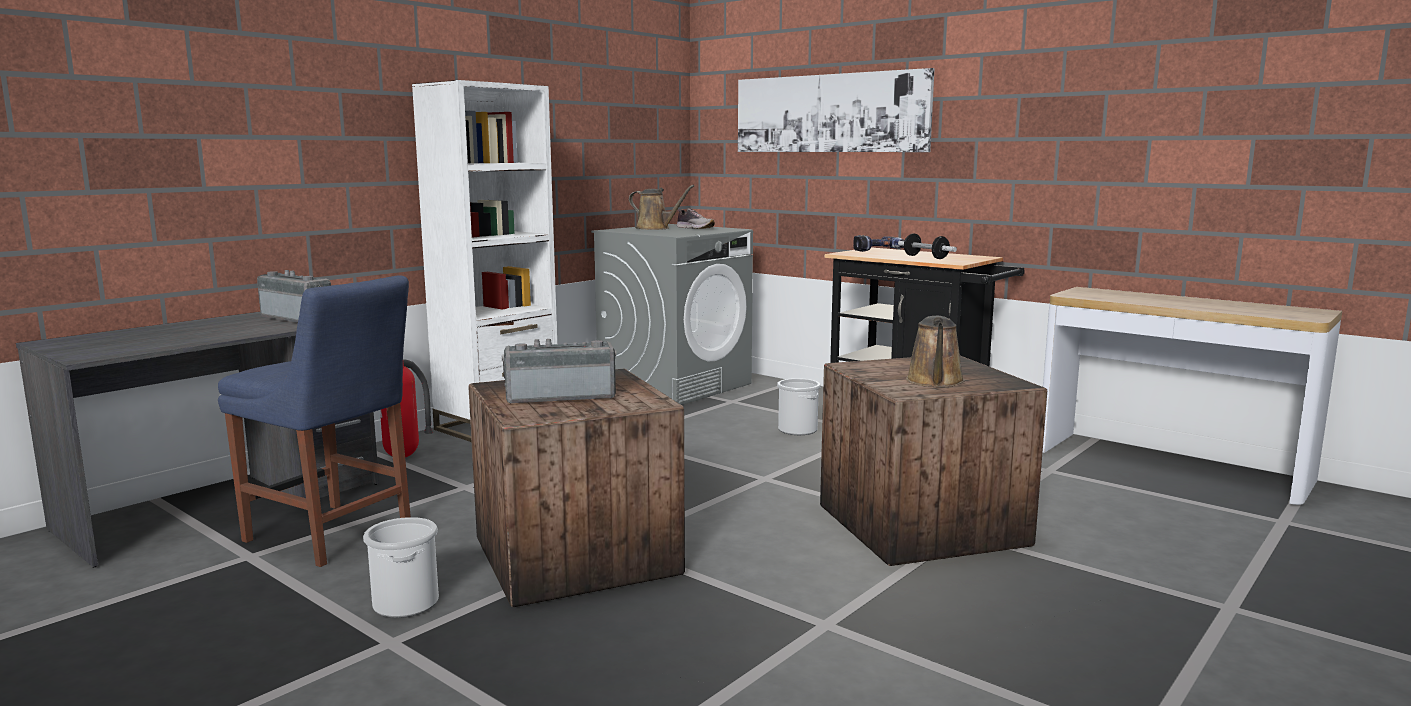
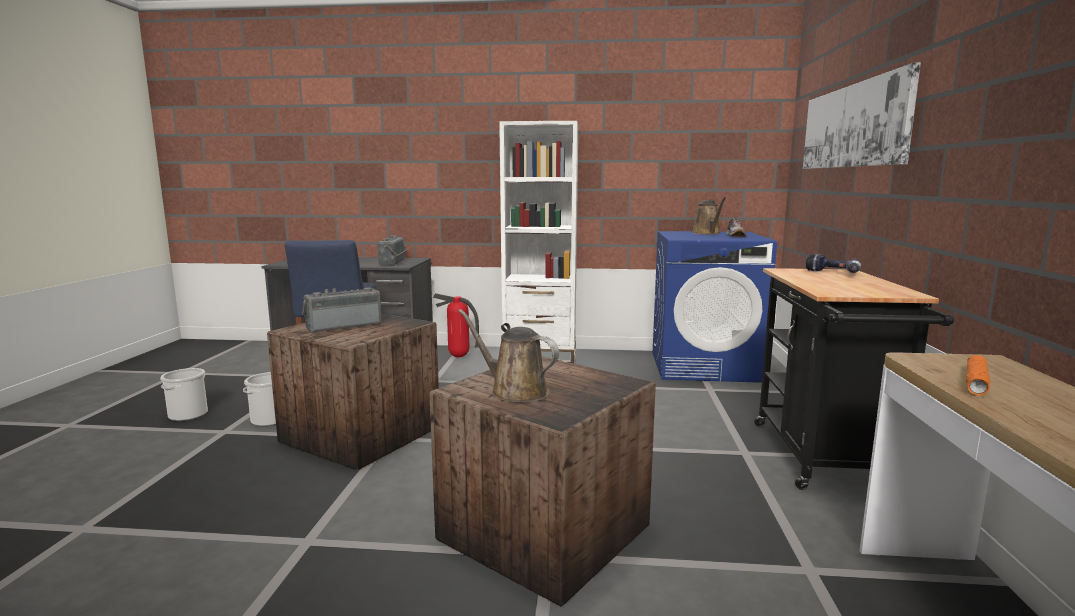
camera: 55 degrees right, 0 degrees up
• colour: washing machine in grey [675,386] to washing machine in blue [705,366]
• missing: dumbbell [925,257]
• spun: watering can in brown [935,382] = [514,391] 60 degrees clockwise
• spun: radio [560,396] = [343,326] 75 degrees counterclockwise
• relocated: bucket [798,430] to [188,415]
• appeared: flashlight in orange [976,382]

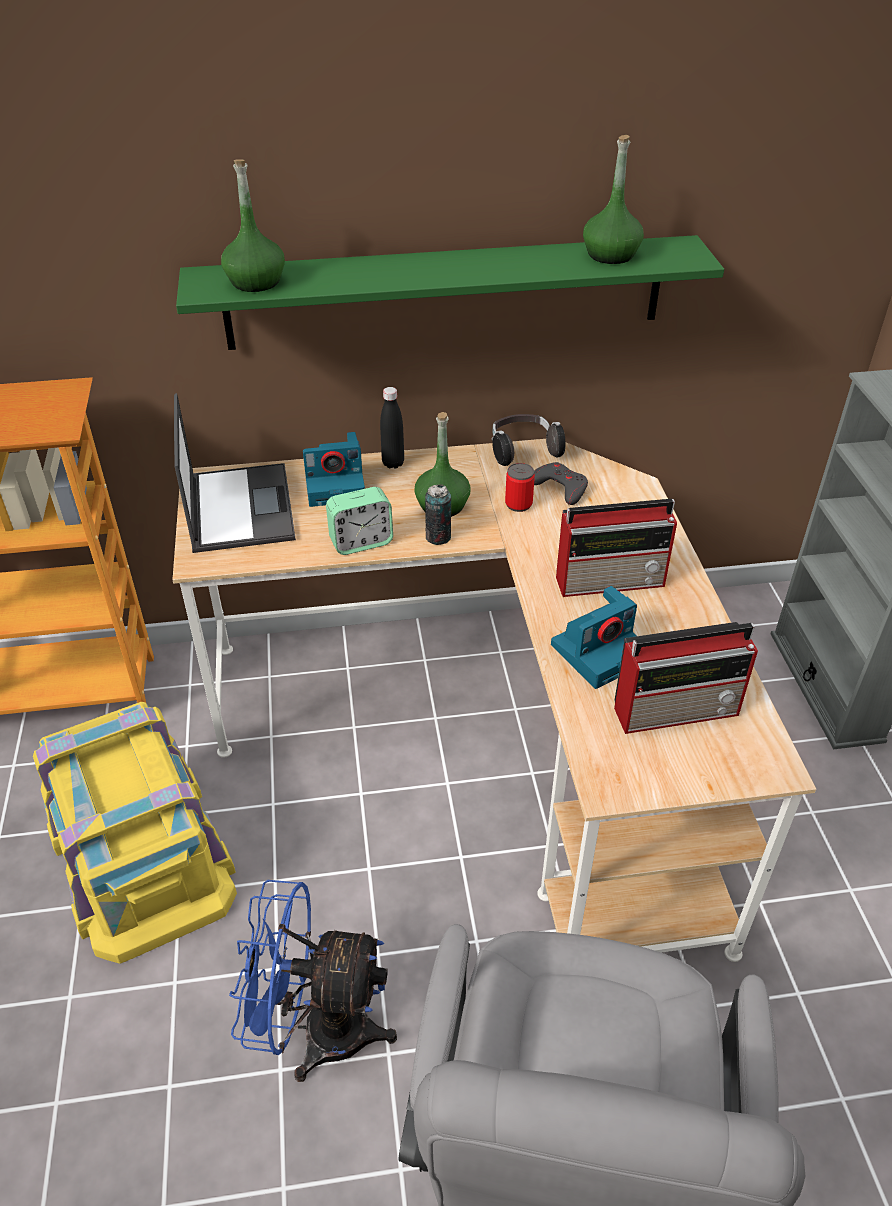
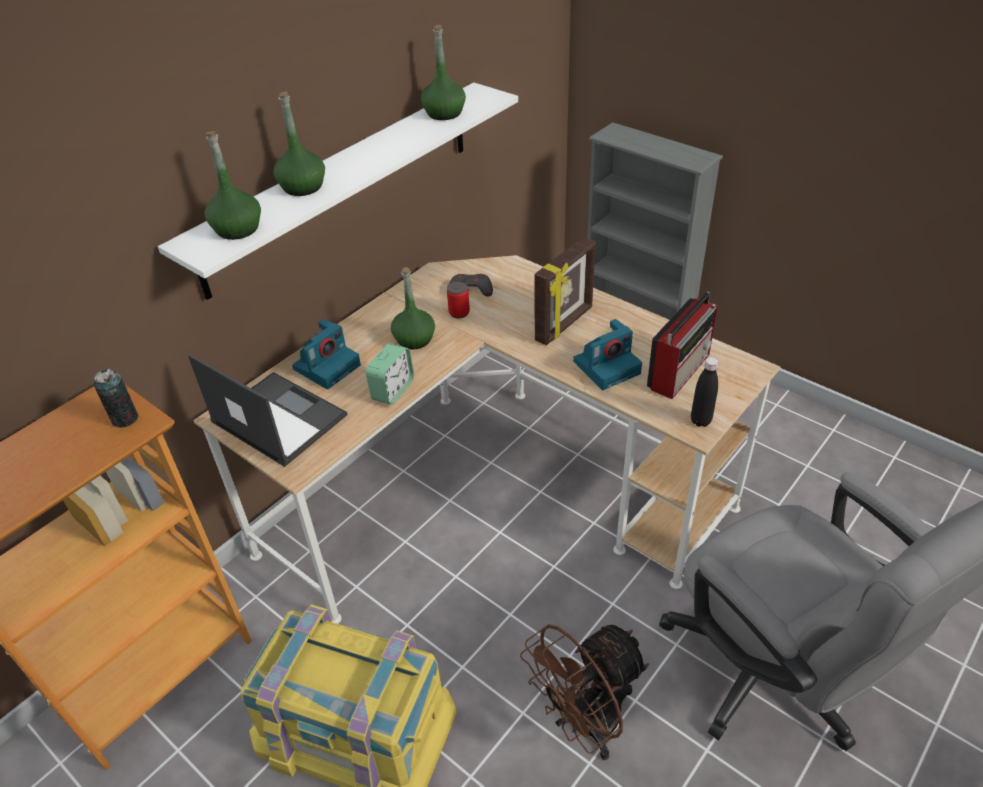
camera: 40 degrees left, 0 degrees up
• colour: shelf in green [445,293] to shelf in white [342,185]
• relocated: bottle in black [393,463] to [700,420]
• missing: headphones [523,450]
• relocated: can [438,537] to [125,419]
• exchanged: radio [612,580] to picture frame [565,324]
• spun: photo camera [599,652] = [607,366] 45 degrees clockwise
• colour: fan in blue [318,1030] to fan in brown [585,723]
• appeared: bottle in green [302,187]

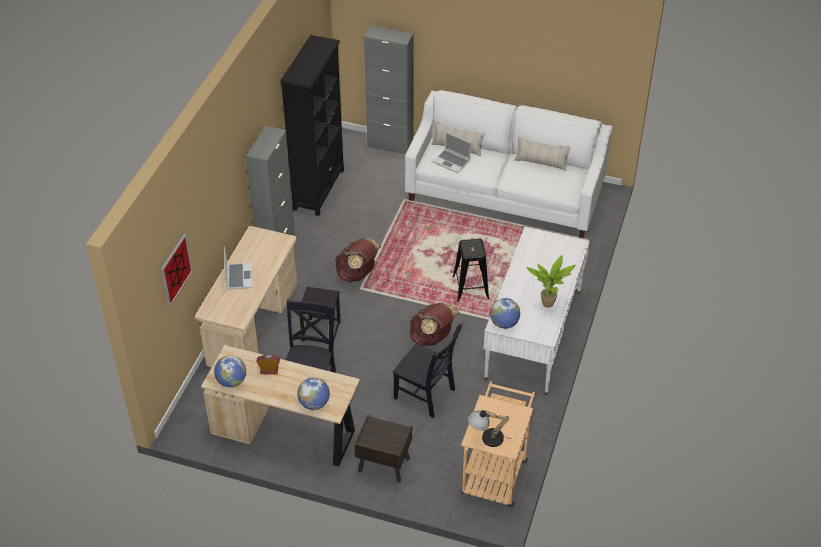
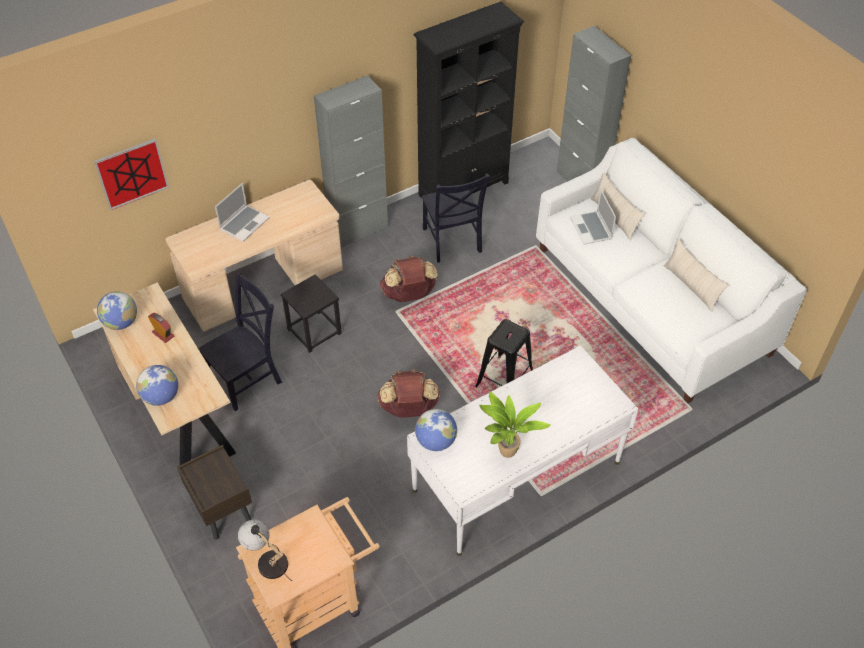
camera: 40 degrees right, 5 degrees up
• relocated: chair in black [426,395] to [452,242]

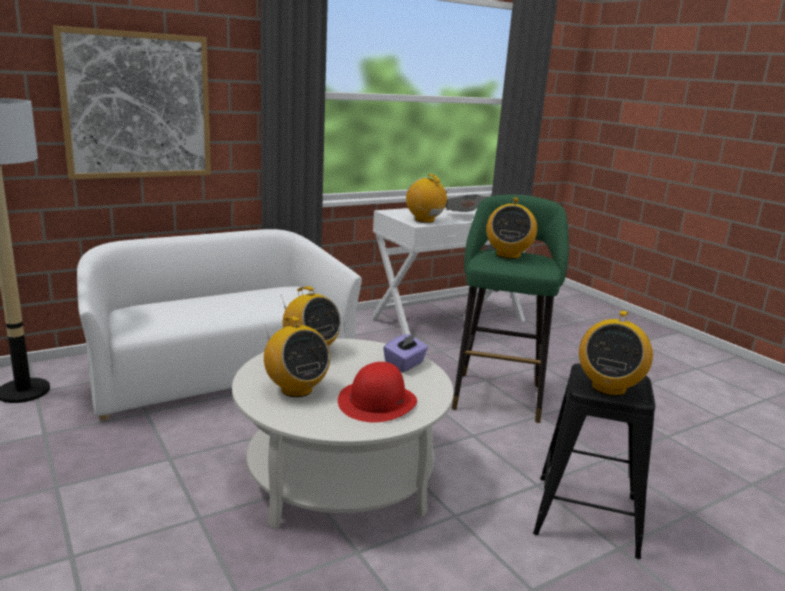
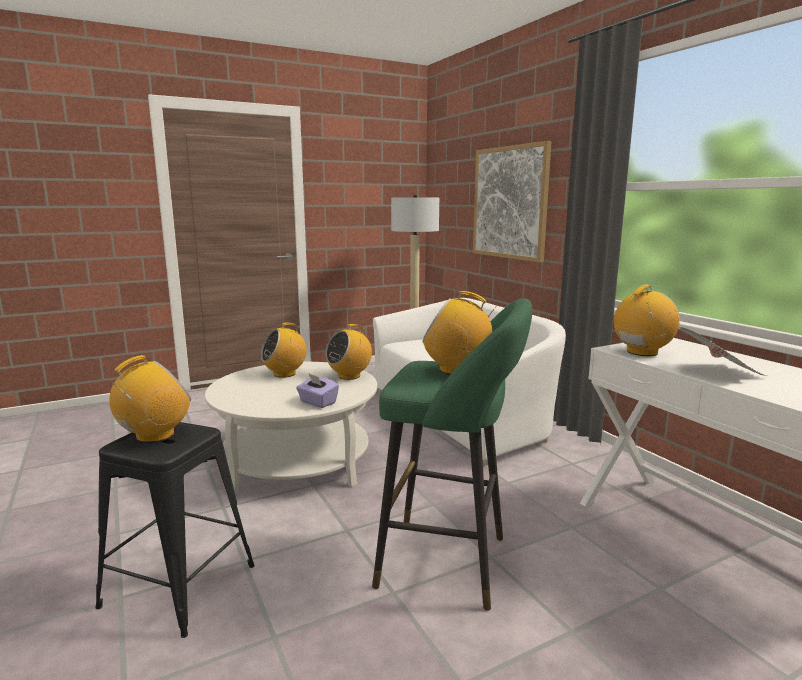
camera: 95 degrees right, 5 degrees down
• spun: radio [608,387] = [154,435] 105 degrees clockwise
• missing: hat in red [377,401]

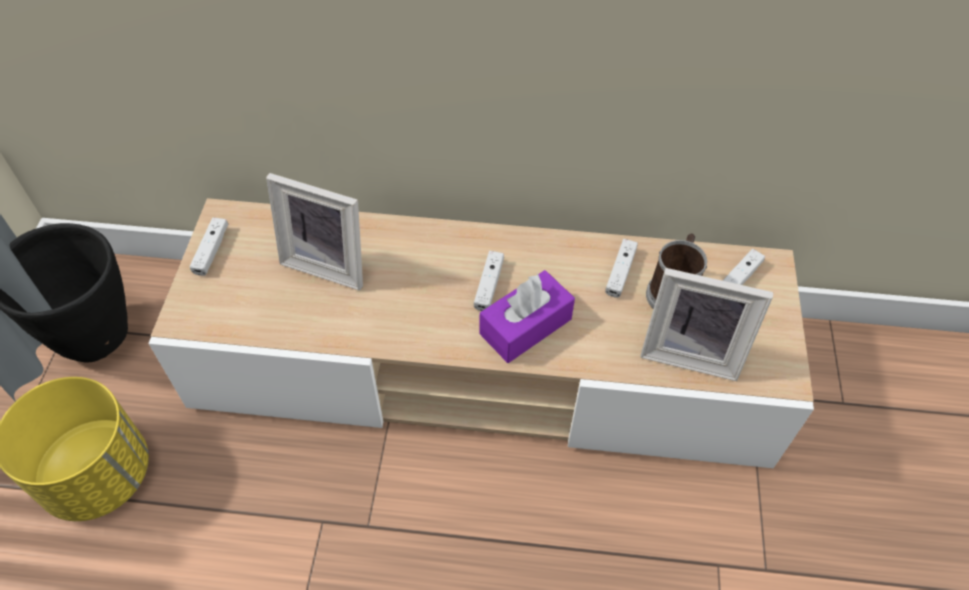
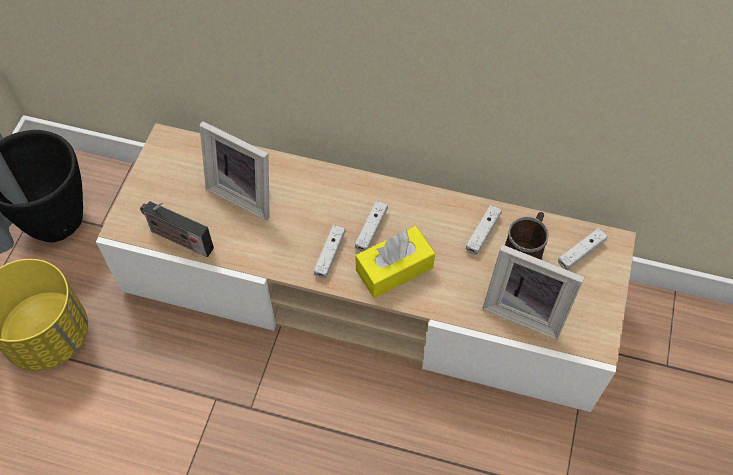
camera: 10 degrees right, 5 degrees up
• relocated: game controller in white [211,251] to [330,255]
• colour: tissue box in purple [525,326] to tissue box in yellow [394,269]
• appeared: radio [178,239]

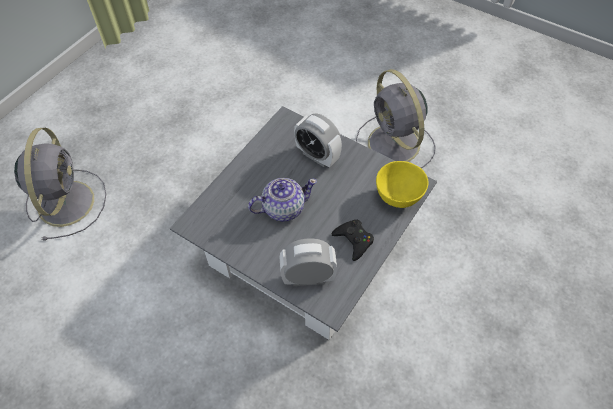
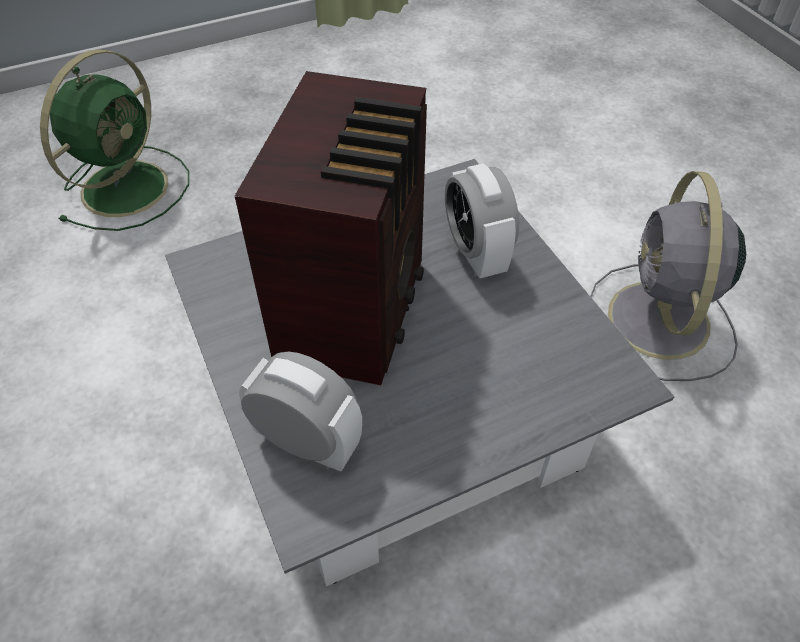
camera: 30 degrees right, 5 degrees down
• colour: fan in grey [66,201] to fan in green [127,186]
• missing: bowl in yellow [399,196]
• exchanged: teapot [283,208] to radio [356,308]
• missing: game controller in black [354,240]

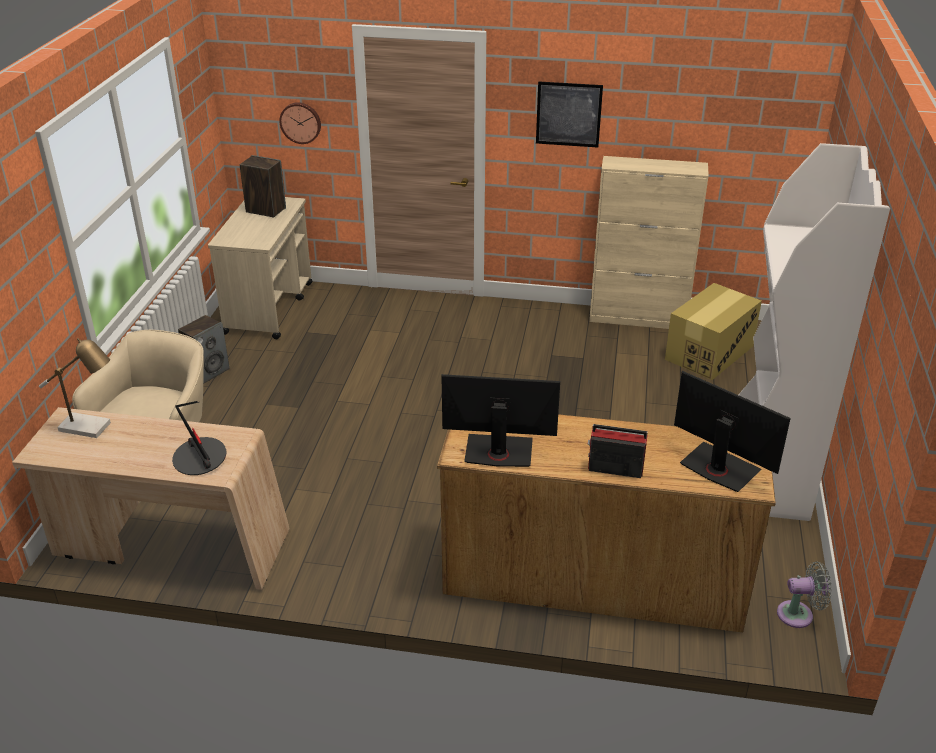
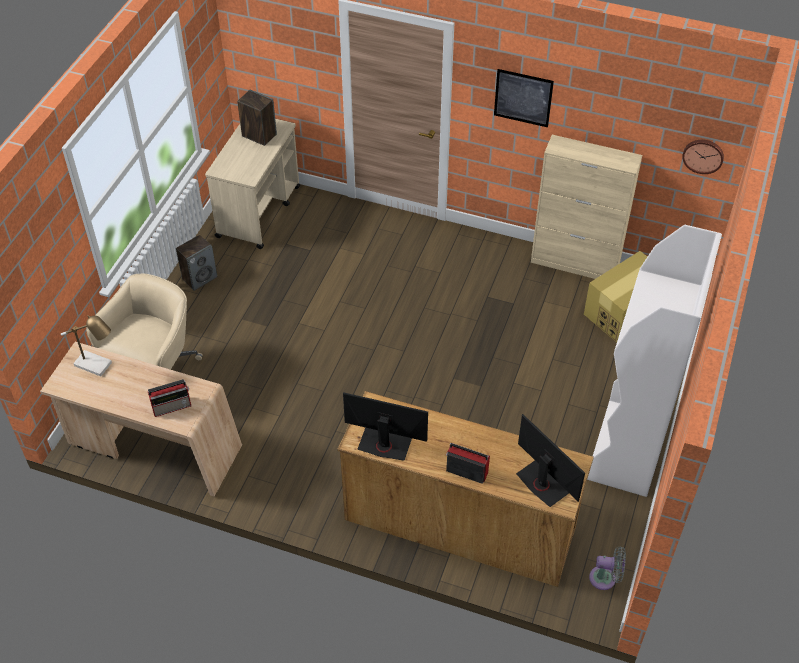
camera: 10 degrees right, 15 degrees up
• relocated: wall clock [301,122] to [703,155]
• exchanged: table lamp [200,458] to radio [172,406]

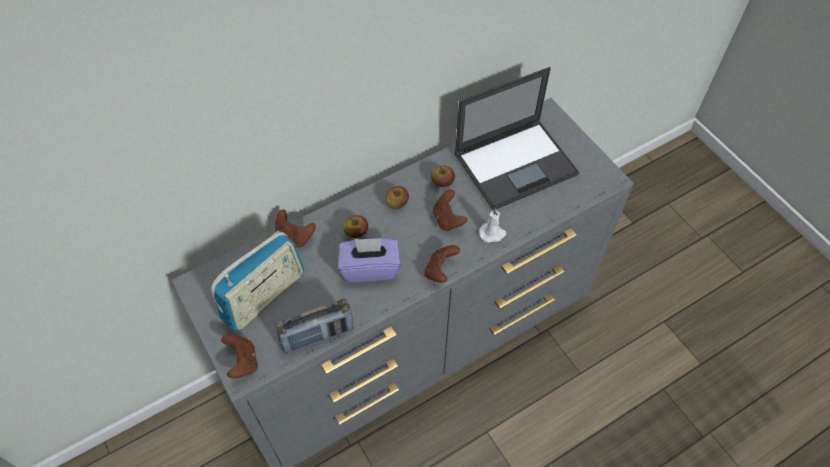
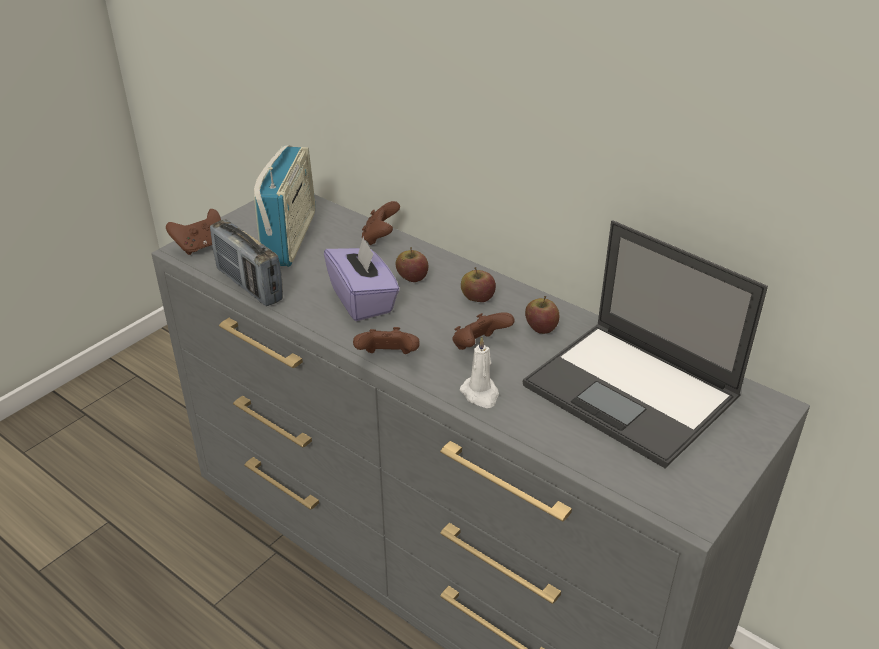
camera: 70 degrees right, 20 degrees down
• spun: radio [264,296] = [290,238] 105 degrees counterclockwise

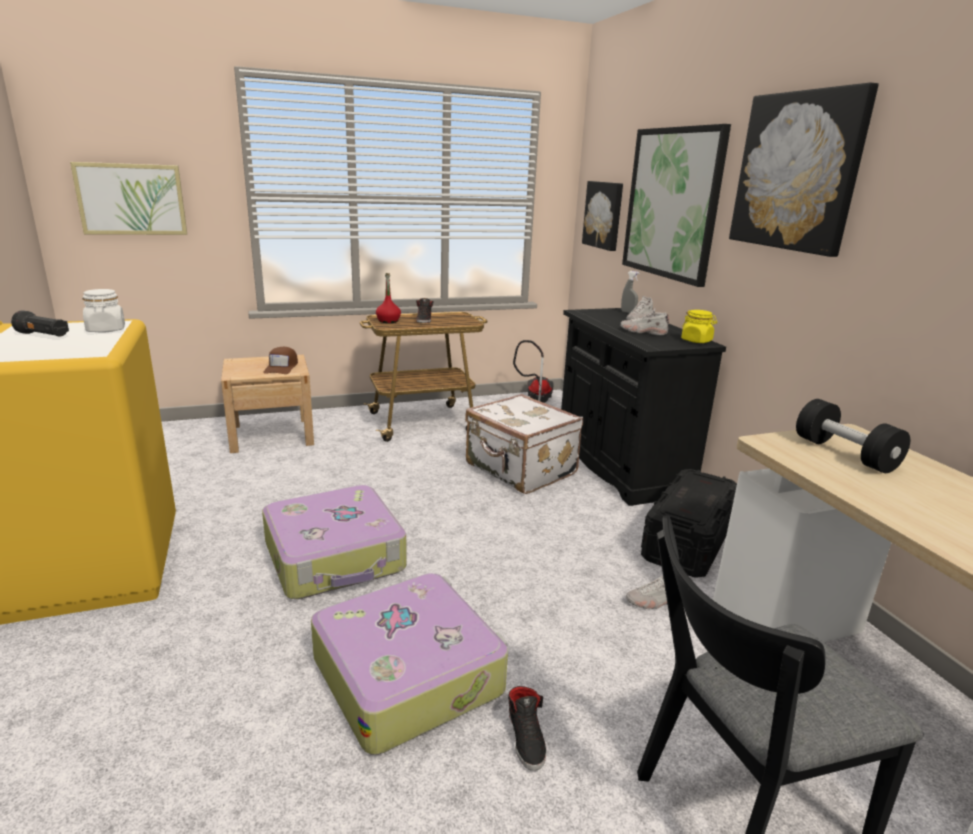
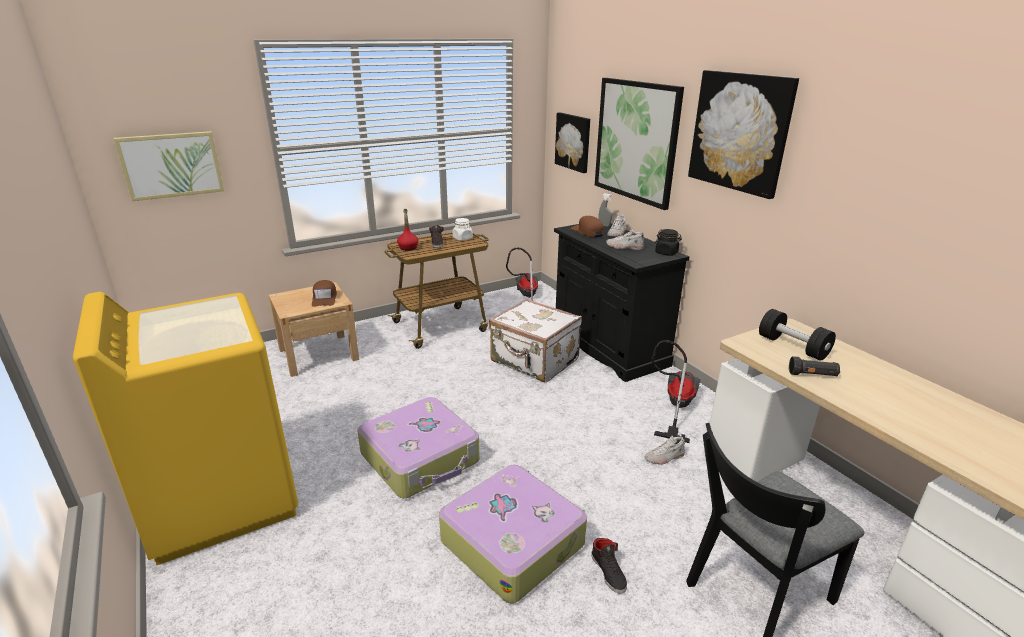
camera: 10 degrees left, 5 degrees up
• relocated: jar in white [106,330] to [462,238]
• relocated: flashlight in black [43,336] to [812,375]
• colour: jar in yellow [696,341] to jar in black [666,253]
• exchanged: storage box in black [688,541] to vacuum cleaner [675,406]
• appeared: cap in brown [587,232]

